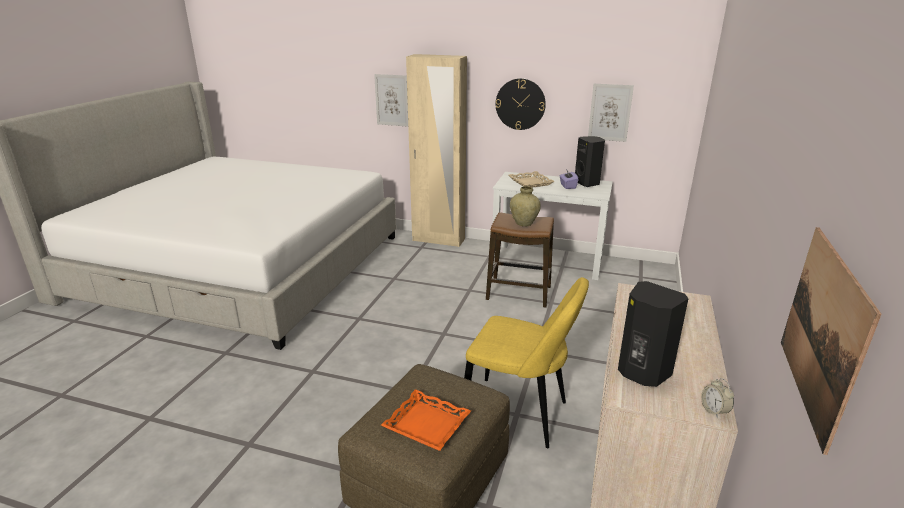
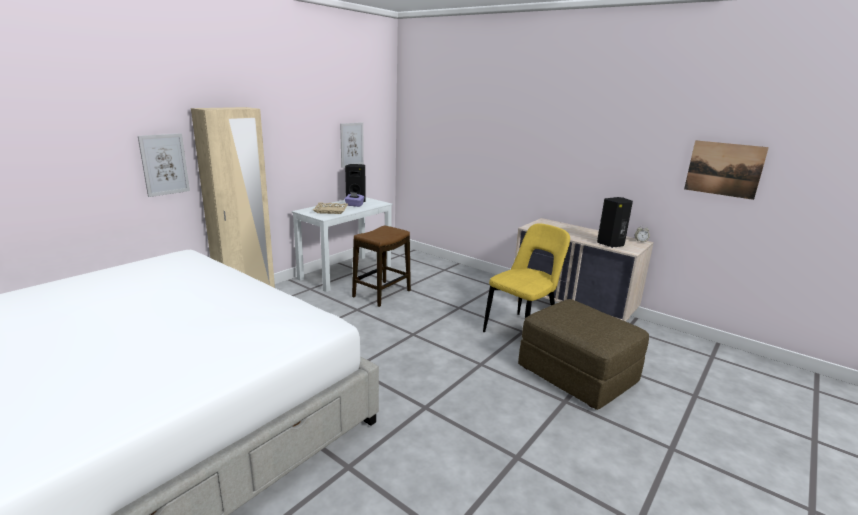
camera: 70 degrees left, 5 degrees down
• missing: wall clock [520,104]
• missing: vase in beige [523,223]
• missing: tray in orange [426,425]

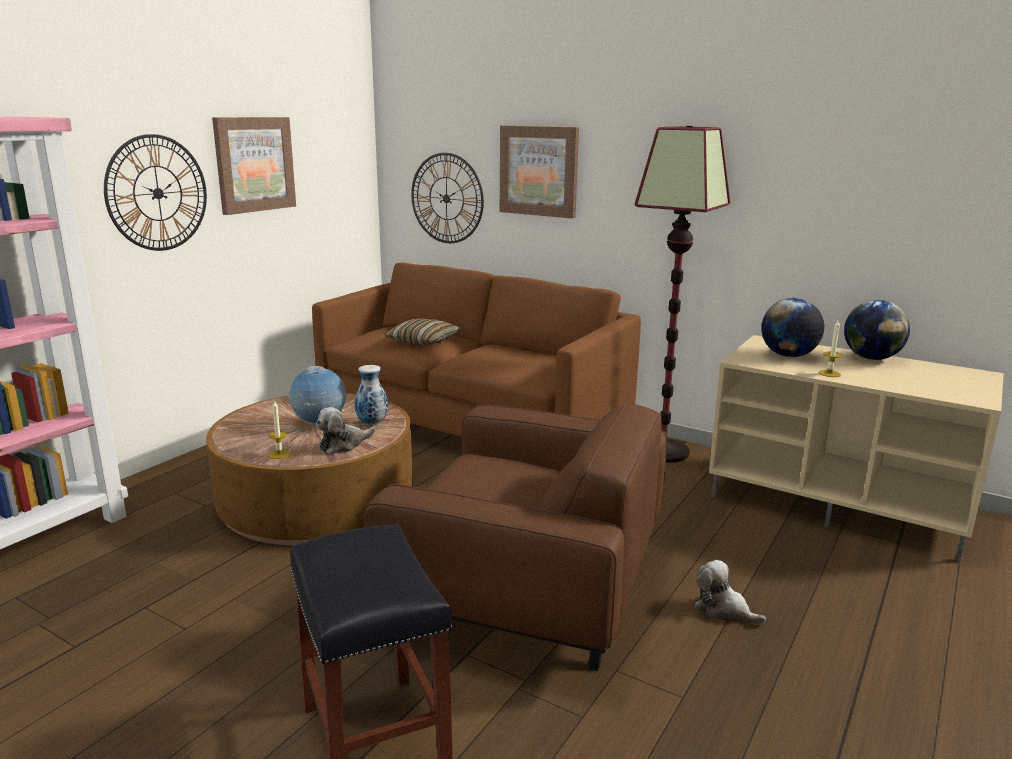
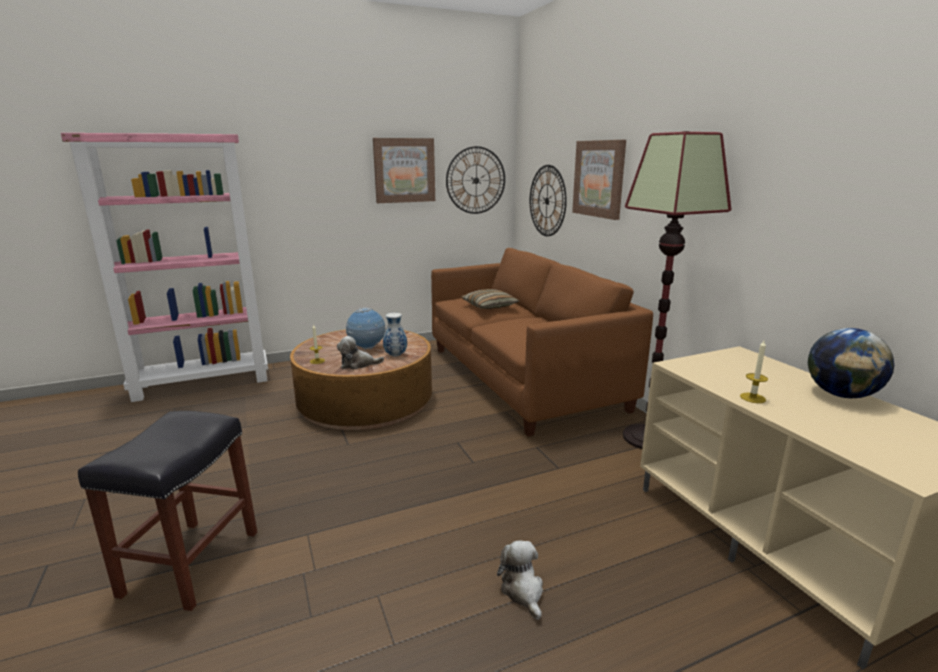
camera: 35 degrees right, 0 degrees up
• relocated: wall clock [157,193] to [476,180]
• missing: globe [788,356]
• missing: armchair in brown [528,588]

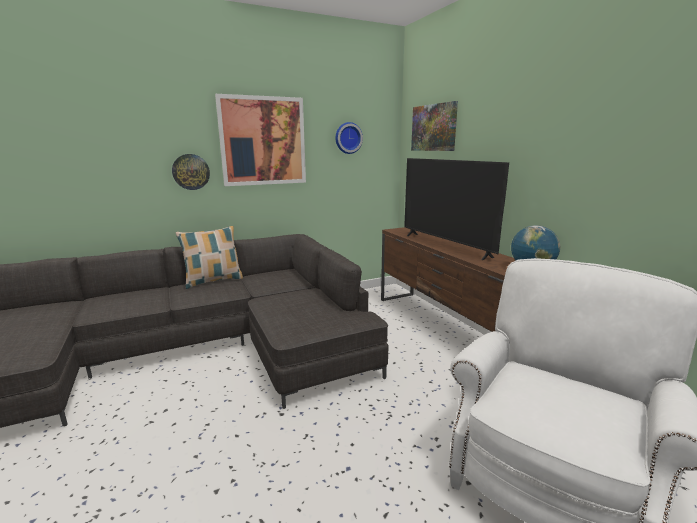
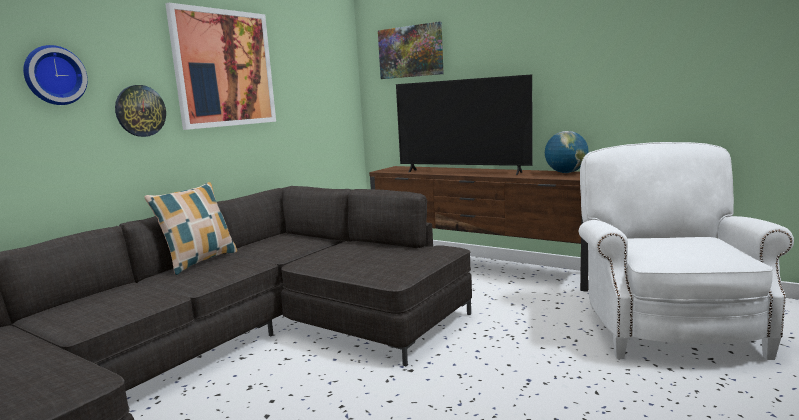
camera: 30 degrees left, 5 degrees down
• relocated: wall clock [348,138] to [54,75]

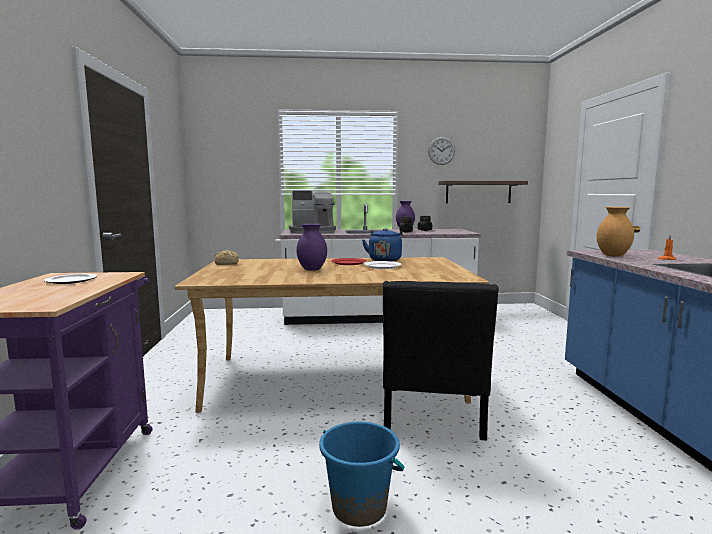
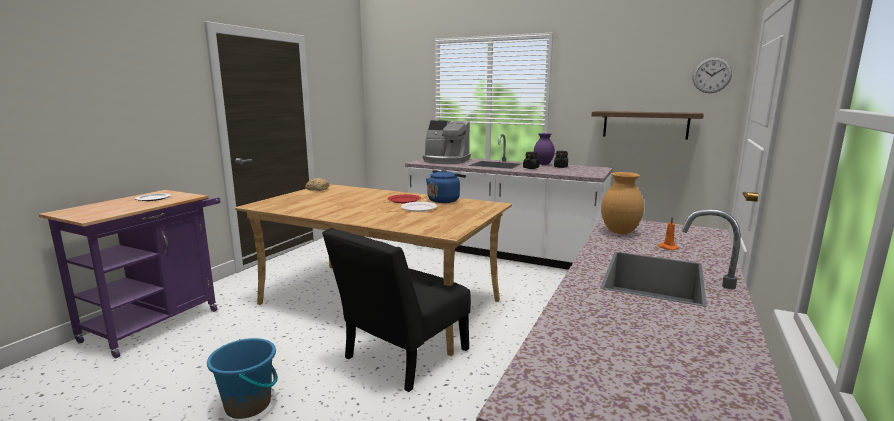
camera: 30 degrees right, 5 degrees up
• relocated: wall clock [441,151] to [711,75]
• missing: vase in purple [312,269]

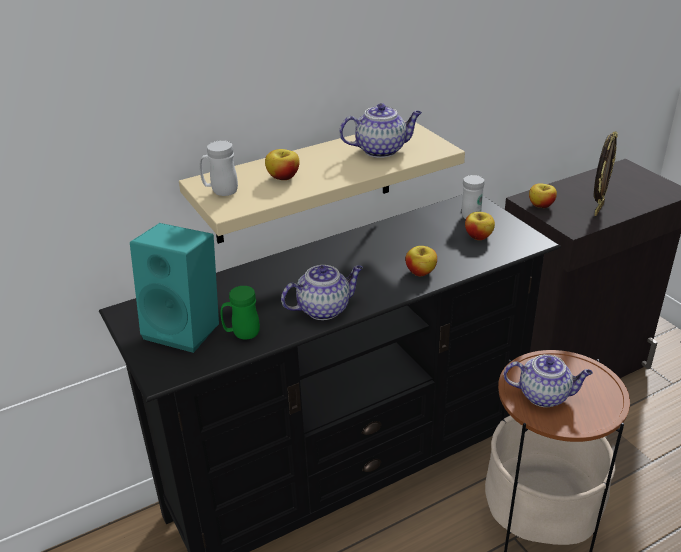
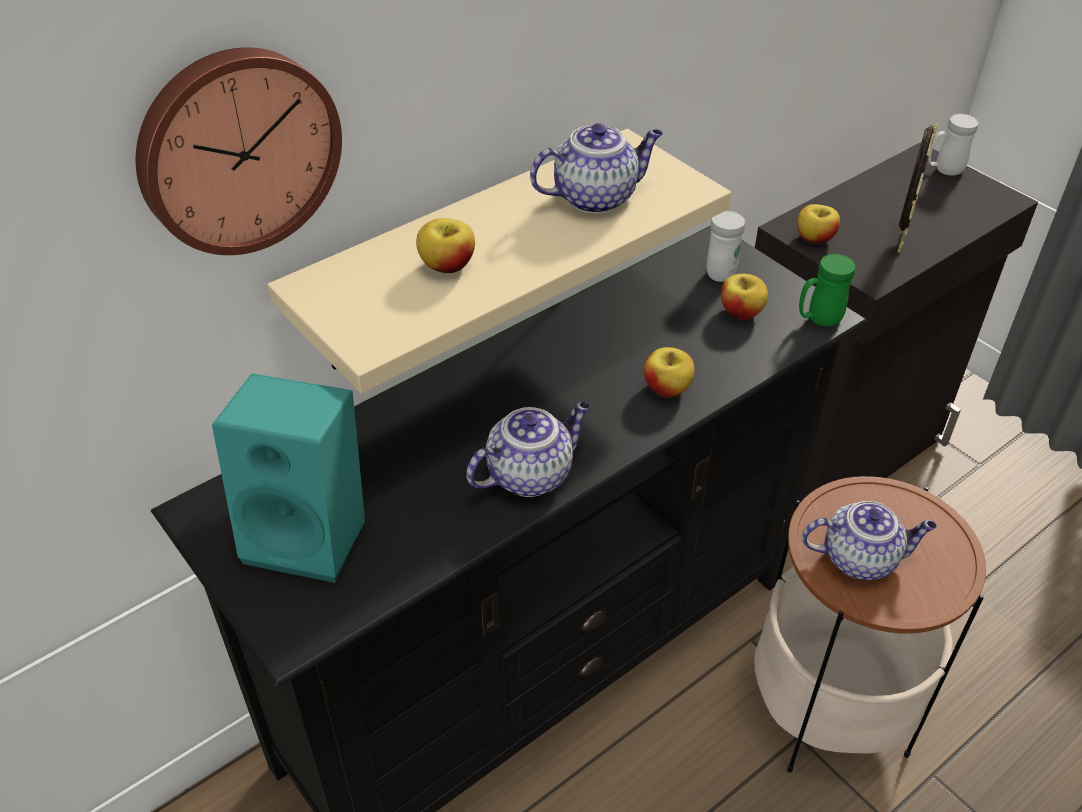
camera: 10 degrees left, 10 degrees up
• relocated: mug in white [220,191] to [944,170]
• relocated: mug in green [242,334] to [818,320]
• appeared: wall clock [237,149]

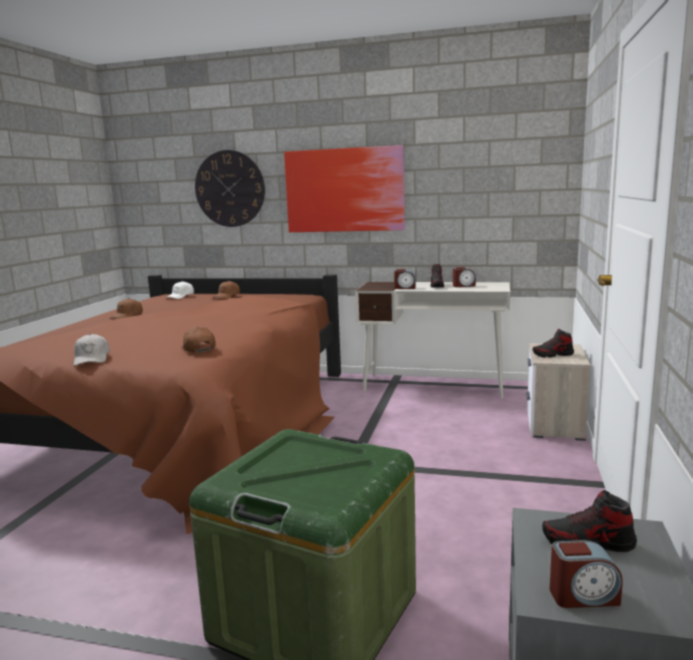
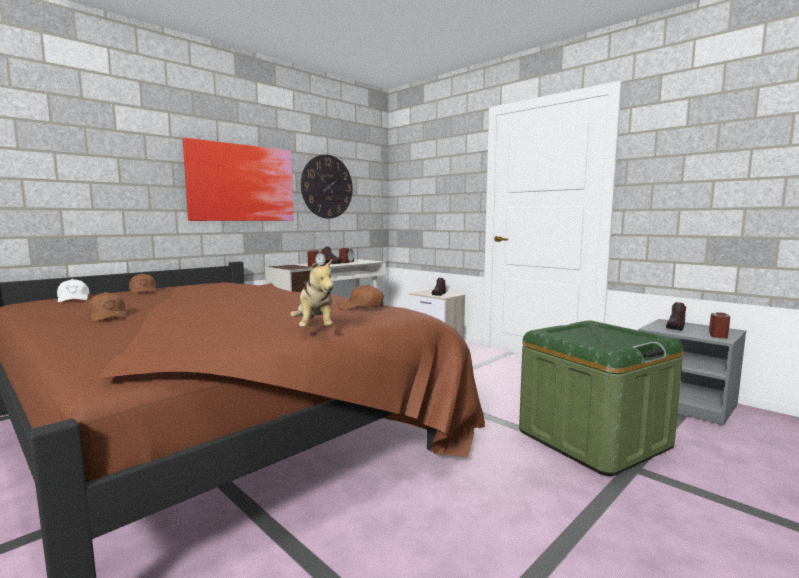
camera: 60 degrees left, 5 degrees down
• relocated: wall clock [230,188] to [327,187]
• exchanged: cap in white [92,358] to plush toy [315,329]

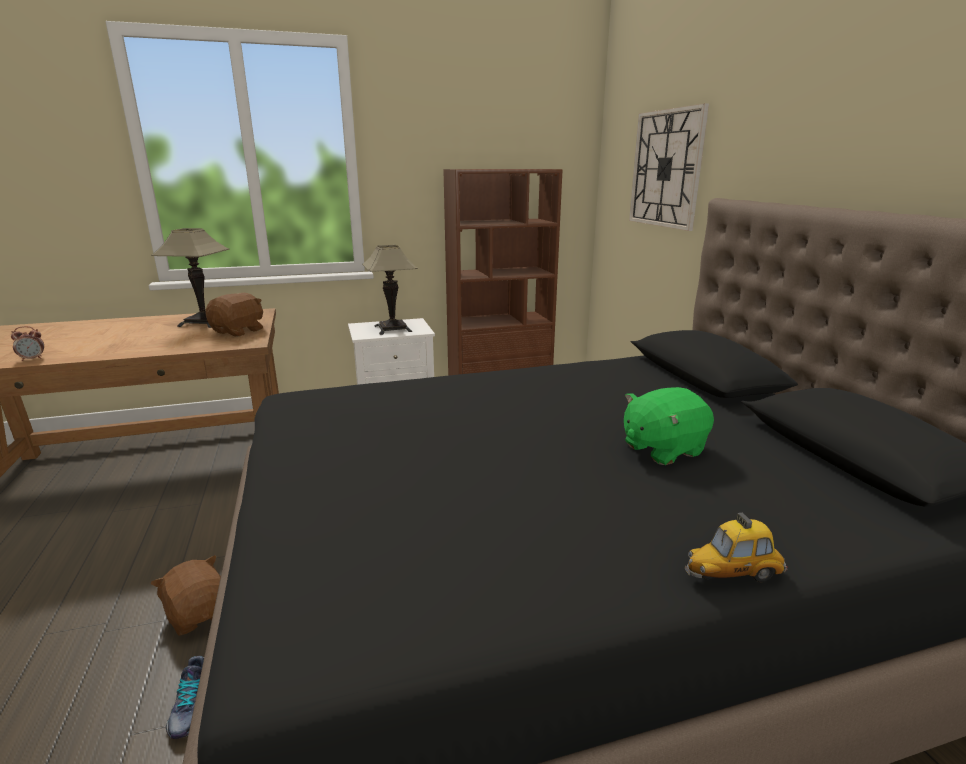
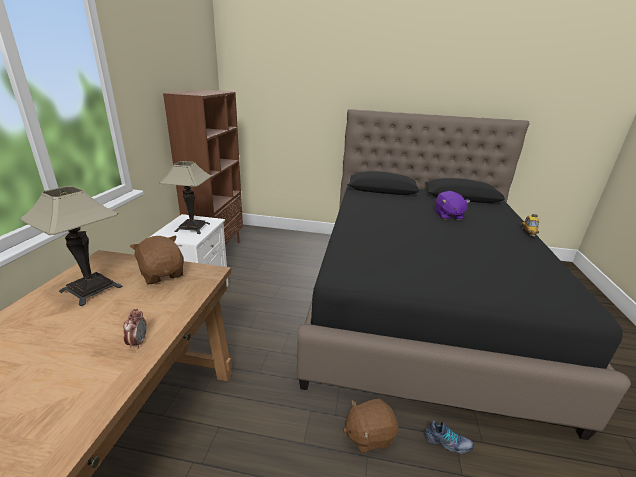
camera: 65 degrees left, 5 degrees up
• missing: wall clock [666,169]
• relocated: alarm clock [32,359] to [138,342]
• colour: plush toy in green [662,449] to plush toy in purple [448,216]

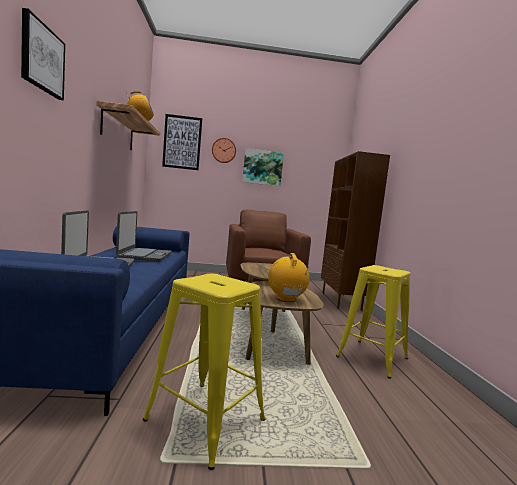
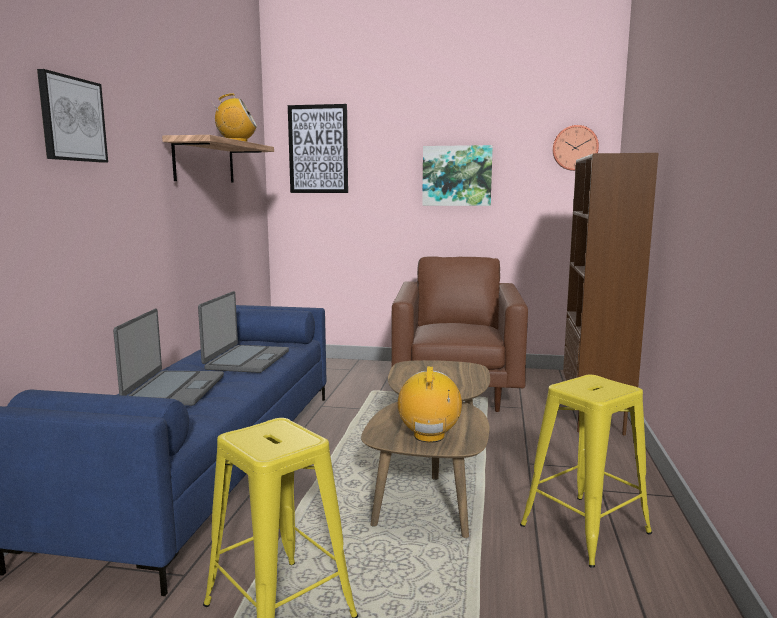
camera: 15 degrees right, 5 degrees up
• relocated: wall clock [224,150] to [575,148]

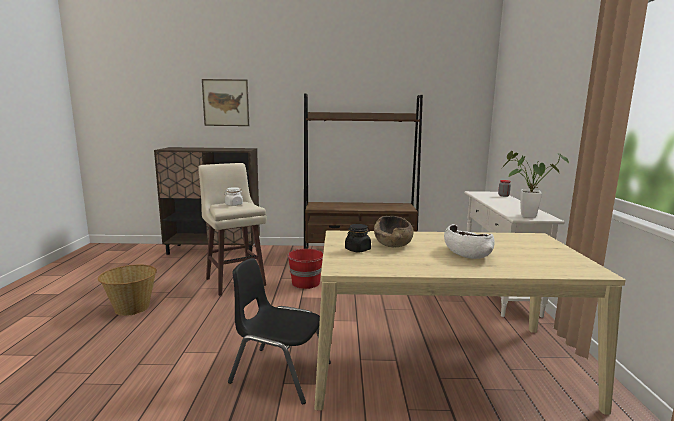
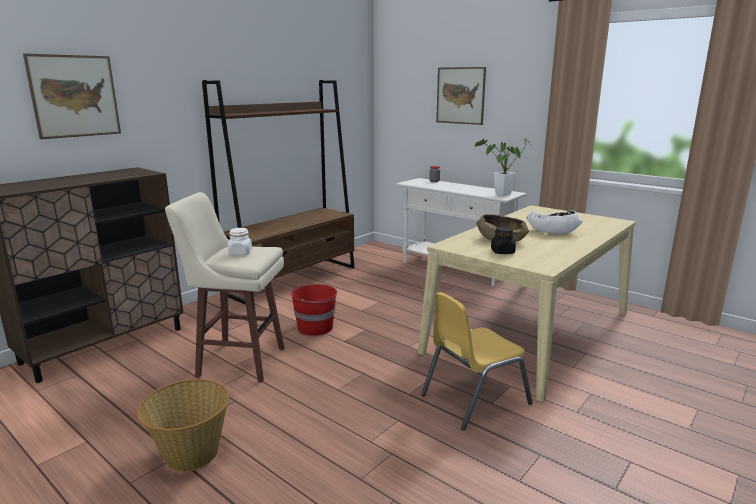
camera: 50 degrees left, 5 degrees up
• colour: chair in black [280,373] to chair in yellow [474,399]
• appeared: picture [460,95]

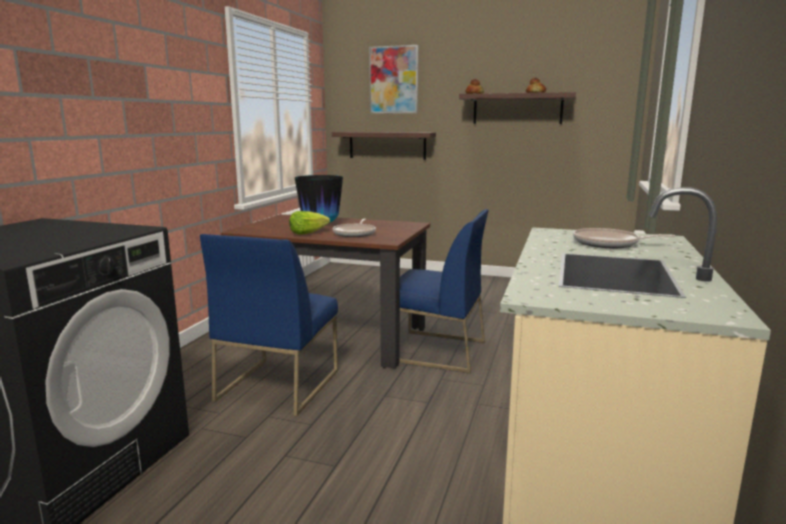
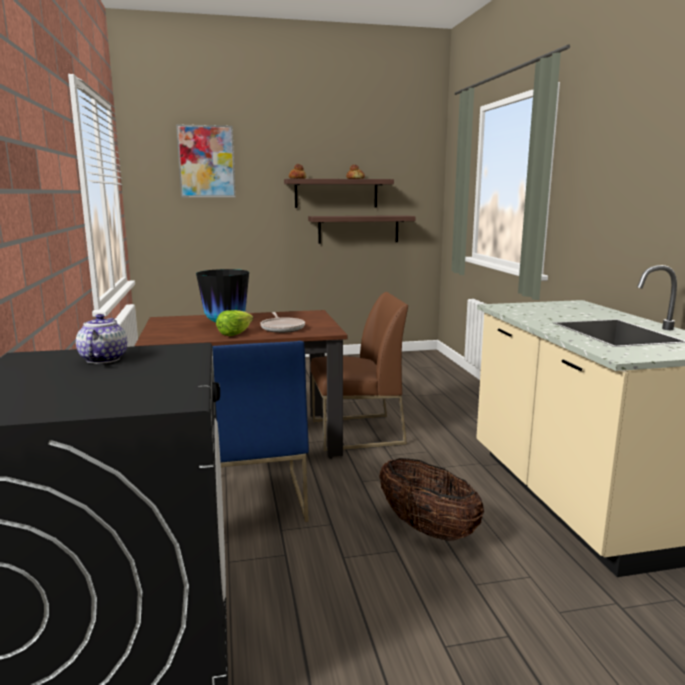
camera: 30 degrees left, 0 degrees up
• relocated: shelf [387,145] to [358,229]
• colour: chair in blue [435,351] to chair in brown [356,432]
• missing: frying pan [609,243]
• appeared: teapot [103,359]
• appeared: basket [427,528]

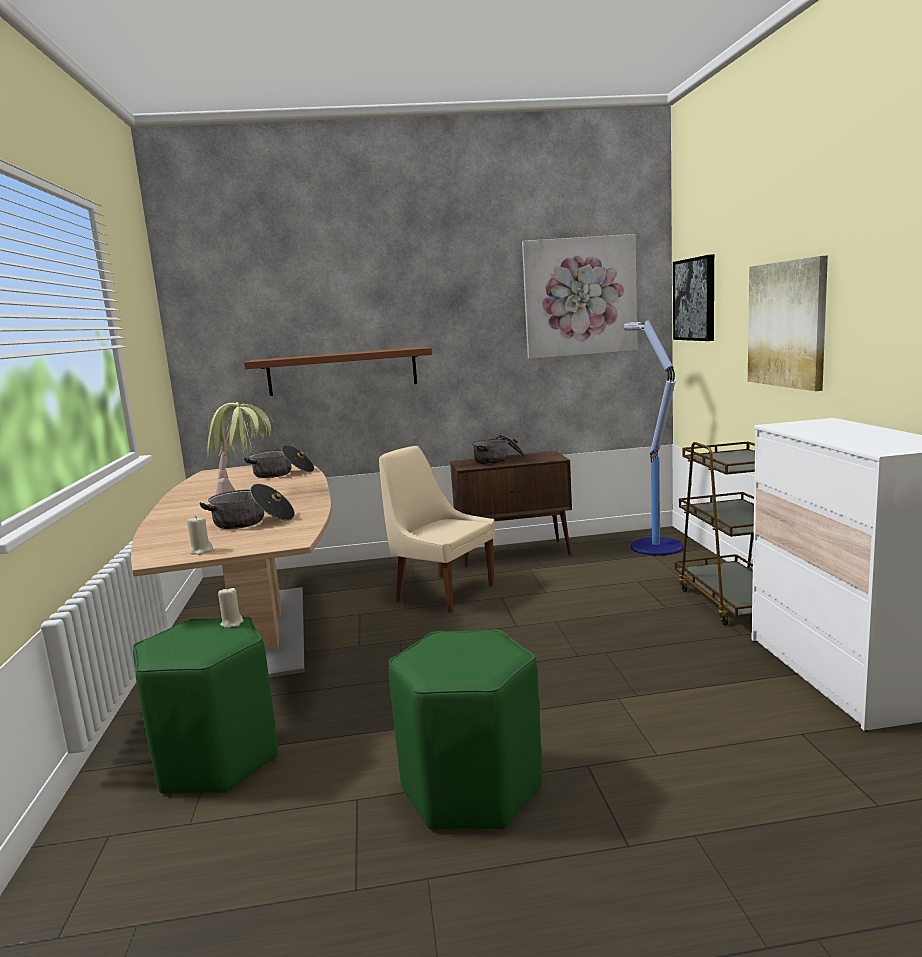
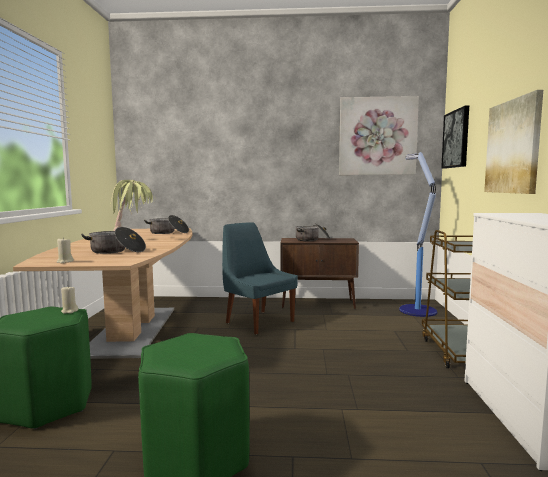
camera: 10 degrees right, 5 degrees down
• missing: shelf in brown [342,371]
• colour: chair in beige [442,593] to chair in blue [258,321]

